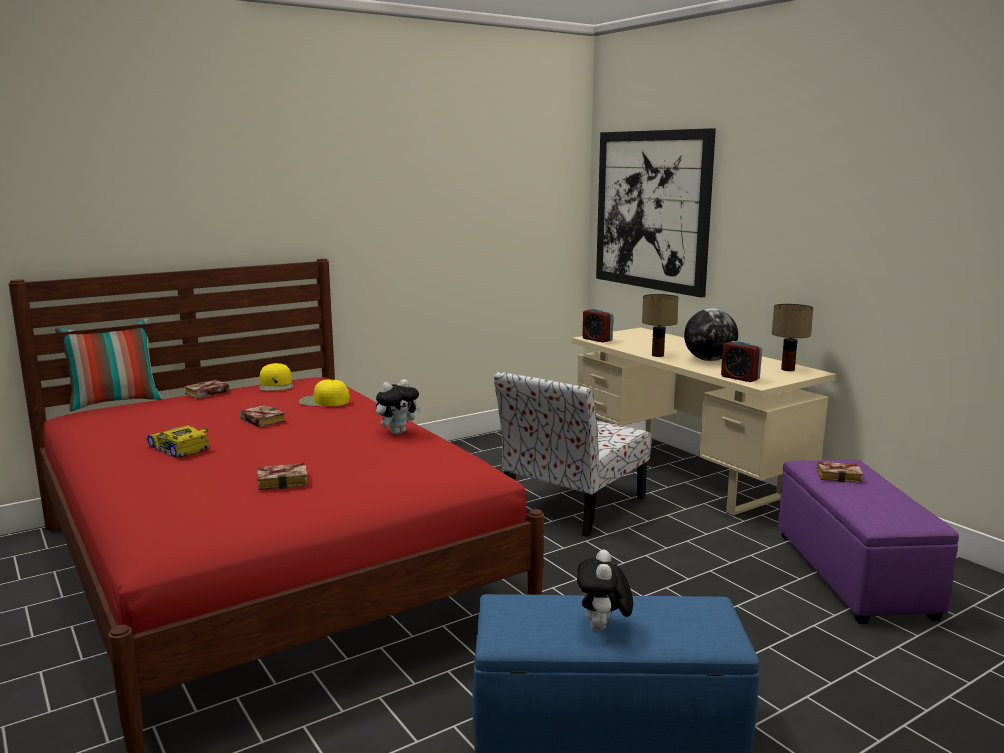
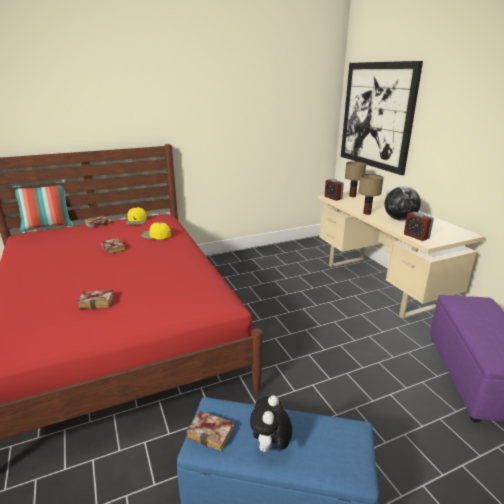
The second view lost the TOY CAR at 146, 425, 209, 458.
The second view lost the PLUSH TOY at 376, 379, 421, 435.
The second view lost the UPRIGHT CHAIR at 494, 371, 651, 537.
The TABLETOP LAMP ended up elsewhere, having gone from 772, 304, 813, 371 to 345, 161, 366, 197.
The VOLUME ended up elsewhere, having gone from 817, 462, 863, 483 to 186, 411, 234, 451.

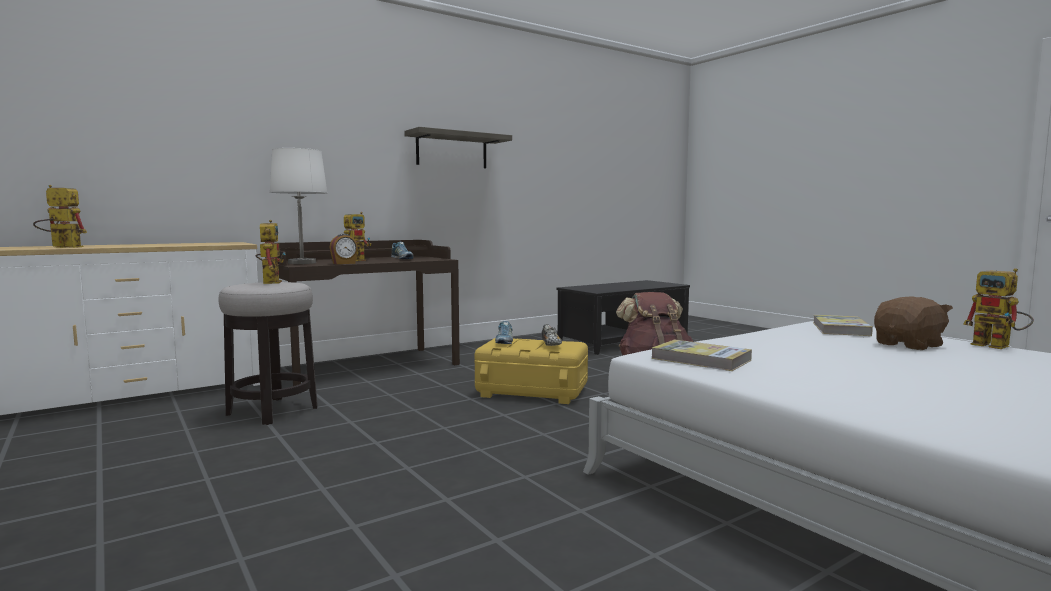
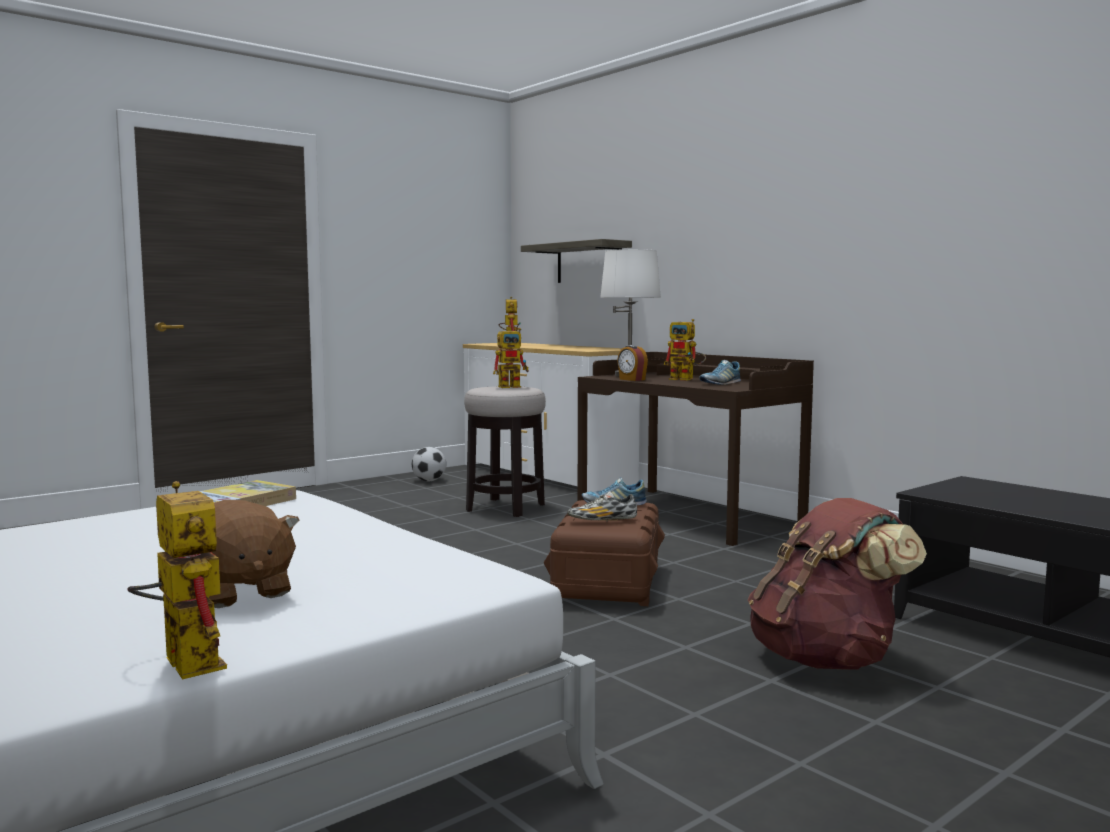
The BRACKET SHELF ended up elsewhere, having gone from 404, 127, 512, 168 to 521, 239, 632, 283.
What was the YELLOW STORAGE CONTAINER at 475, 338, 588, 404 turned into the BROWN-COLOURED STORAGE CONTAINER at 544, 500, 665, 606.
The second view lost the VOLUME at 813, 315, 873, 336.
The MODEL ROBOT at 964, 268, 1034, 349 ended up facing another way, 90 degrees clockwise from before.
The second view gained the FOOTBALL at 412, 447, 446, 481.

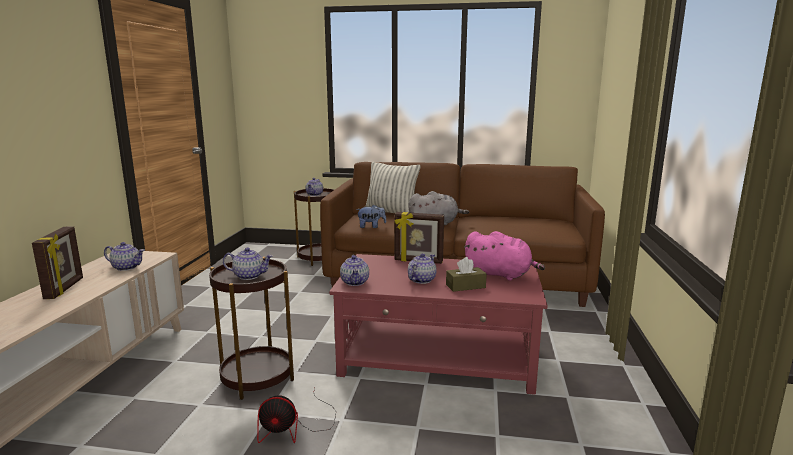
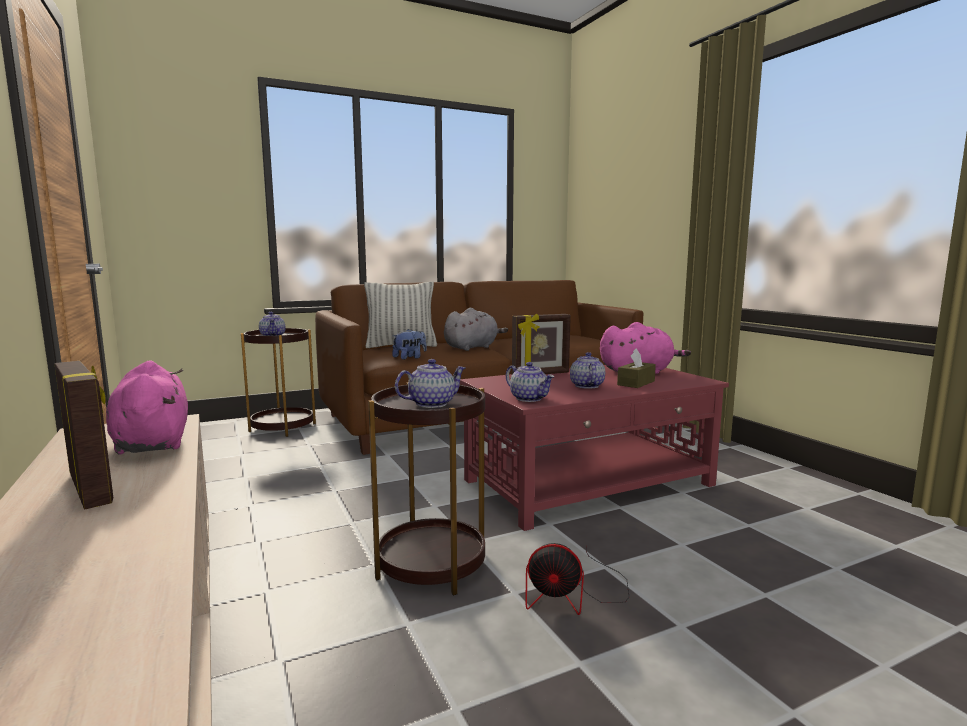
Where the TEA POT stood at 104, 242, 145, 271, the PINK PLUSH TOY came to stand at 106, 361, 188, 455.
The FAN at 257, 388, 336, 443 ended up facing another way, 45 degrees clockwise from before.

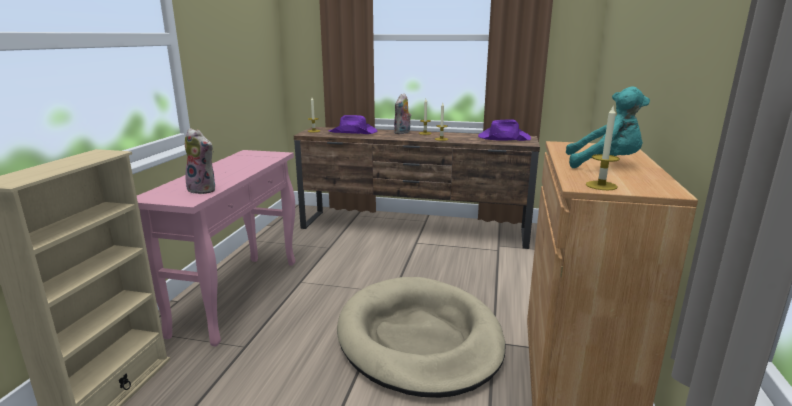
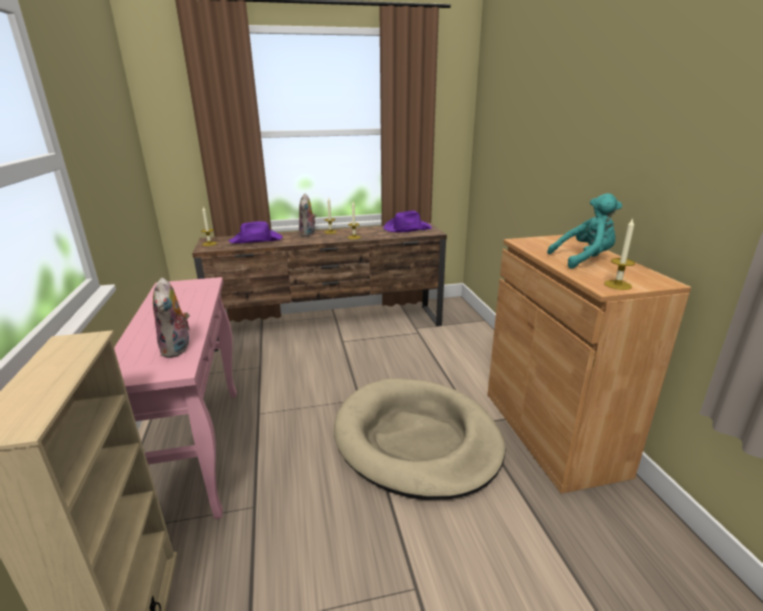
The PLUSH TOY at 185, 128, 215, 194 ended up facing another way, 75 degrees clockwise from before.

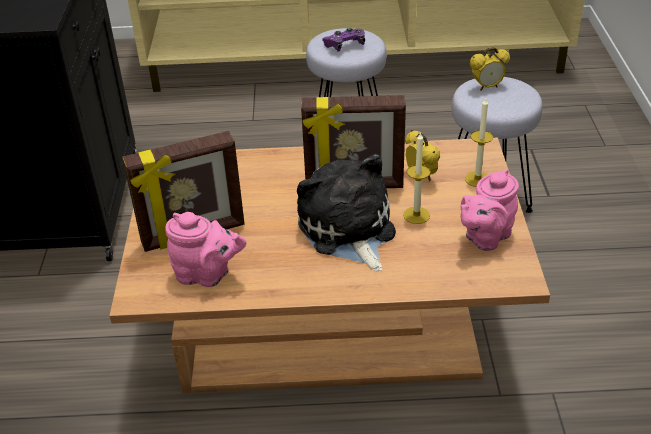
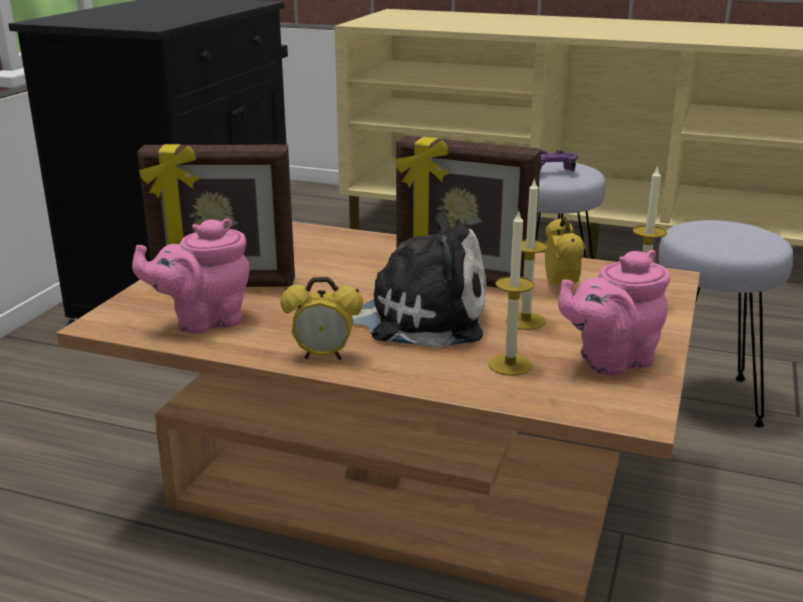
The PINK TEA POT at 165, 212, 246, 287 ended up facing another way, 120 degrees clockwise from before.
The PLUSH TOY at 297, 154, 396, 271 ended up facing another way, 90 degrees clockwise from before.
The TABLE CLOCK ended up elsewhere, having gone from 470, 47, 510, 91 to 280, 277, 363, 360.
The second view gained the CANDLE at 488, 212, 534, 376.

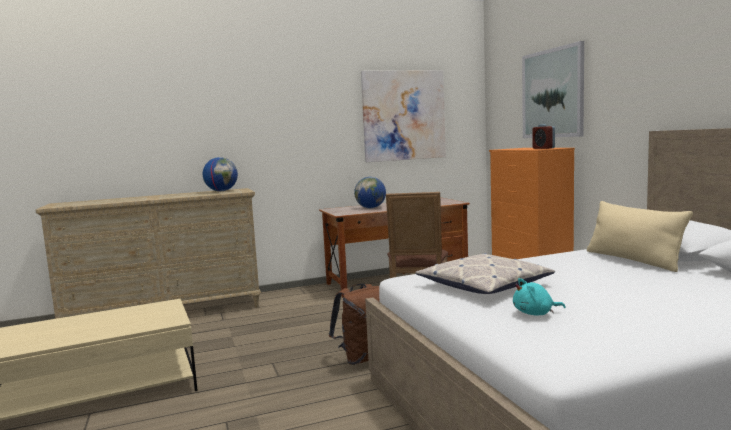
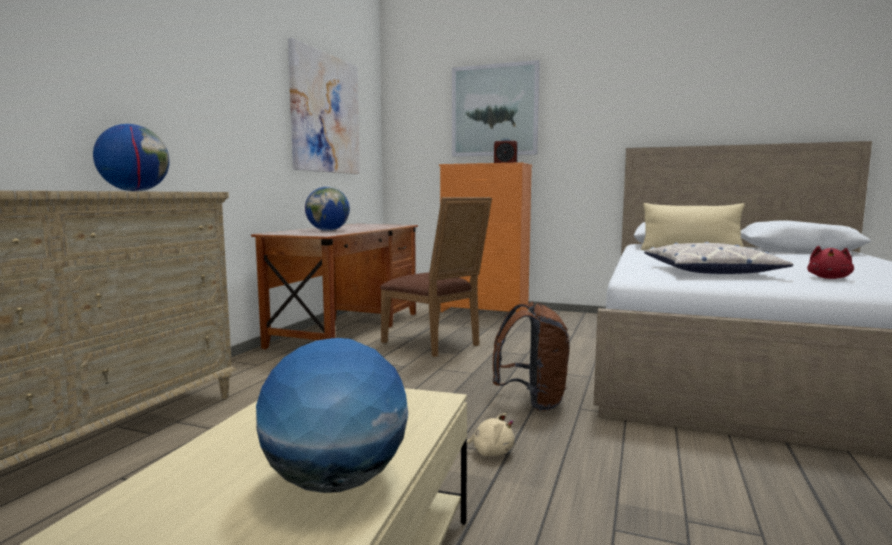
What was the TURQUOISE PLUSH TOY at 513, 278, 566, 316 turned into the REDDISH PLUSH TOY at 807, 246, 854, 279.
The second view gained the WORLD GLOBE at 256, 338, 408, 493.
The second view gained the BEIGE-COLOURED PLUSH TOY at 467, 413, 515, 456.

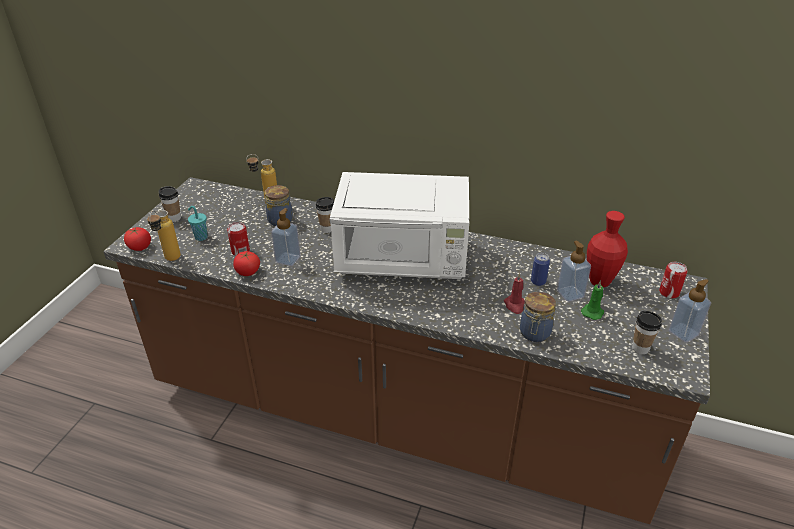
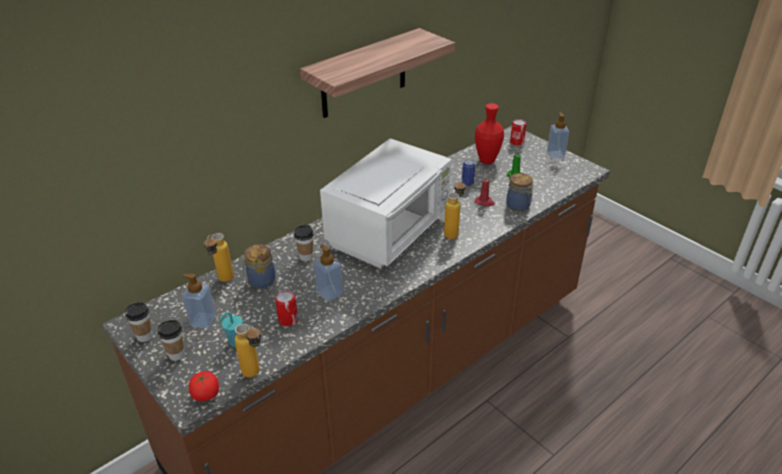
The second view lost the FRESH TOMATO at 233, 251, 260, 276.
The SOAP DISPENSER ended up elsewhere, having gone from 557, 241, 591, 302 to 183, 274, 216, 329.
The SMALL CUP ended up elsewhere, having gone from 632, 311, 662, 354 to 125, 302, 153, 342.
The second view gained the BRACKET SHELF at 300, 28, 455, 118.
The second view gained the BEVERAGE BOTTLE at 444, 179, 465, 239.

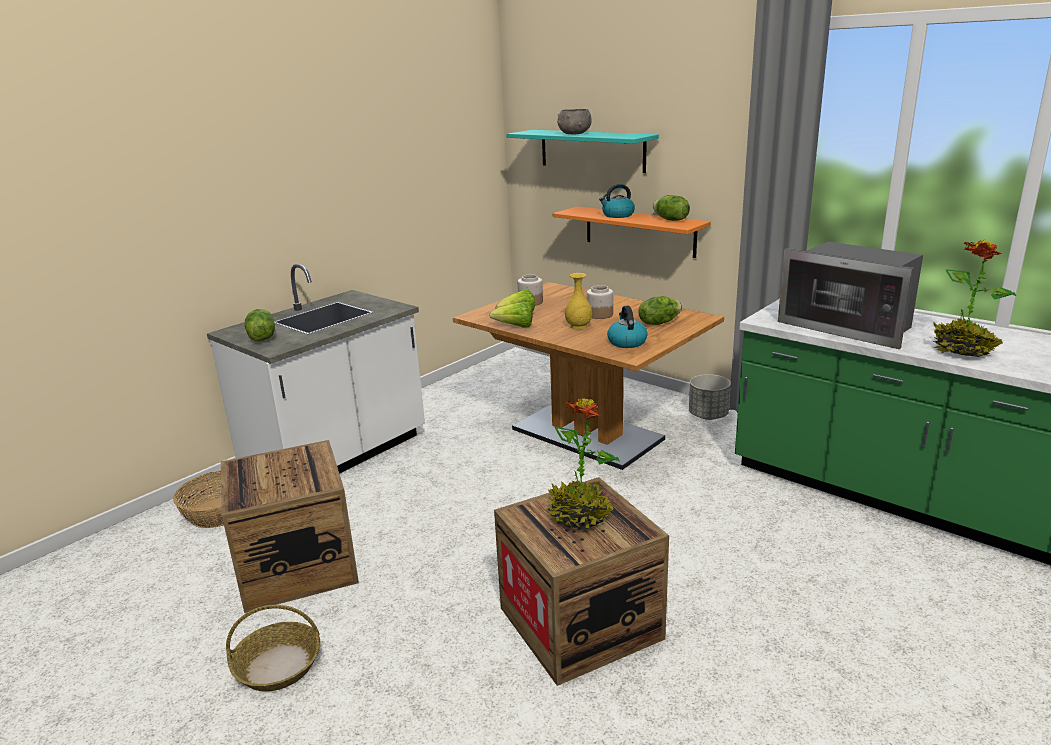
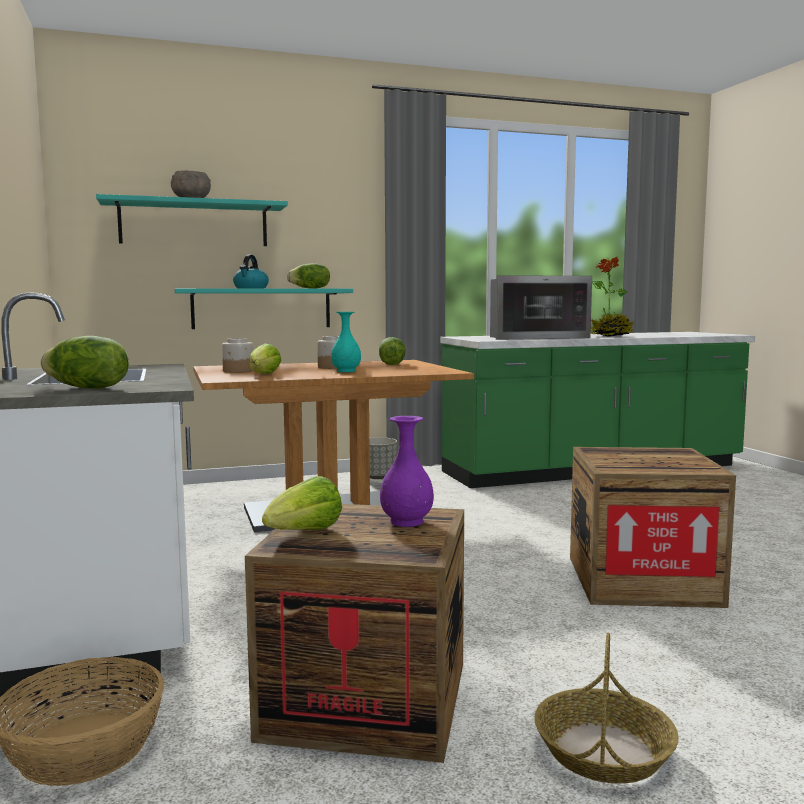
The LETTUCE HEAD ended up elsewhere, having gone from 489, 302, 532, 328 to 262, 476, 342, 530.
The second view lost the HOUSEPLANT at 548, 398, 620, 529.
What was the ORANGE-COLOURED BRACKET SHELF at 553, 206, 711, 258 turned into the TURQUOISE BRACKET SHELF at 174, 288, 353, 329.
What was the YELLOW FLOWER VASE at 565, 273, 592, 329 turned into the TURQUOISE FLOWER VASE at 331, 312, 361, 372.
The second view lost the TEA KETTLE at 607, 306, 648, 348.
The second view gained the PURPLE-COLOURED FLOWER VASE at 380, 416, 434, 527.

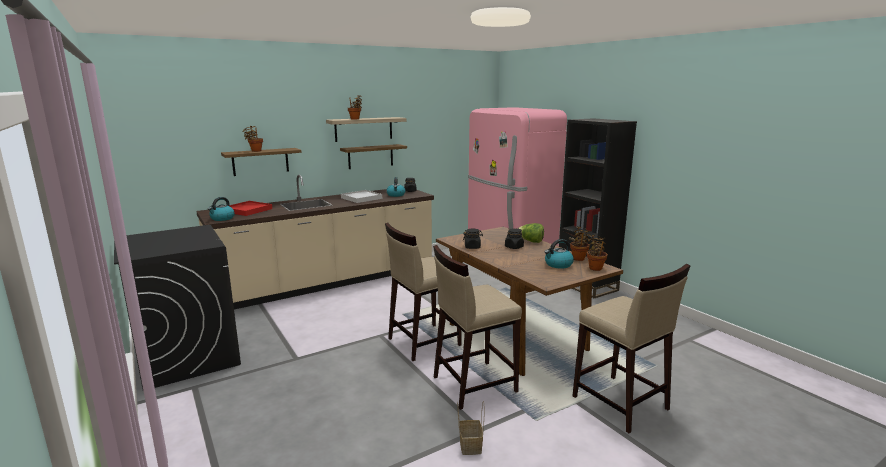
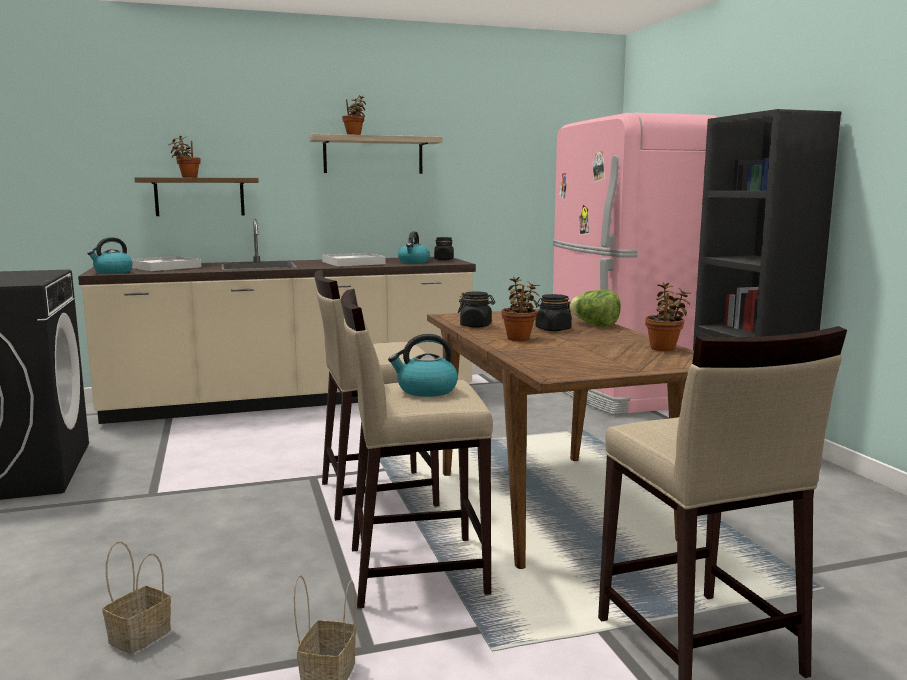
What was the REDDISH CARRYING TRAY at 229, 201, 272, 216 turned into the WHITE CARRYING TRAY at 132, 256, 201, 271.
The second view lost the BRACKET SHELF at 340, 144, 407, 169.
The TEA KETTLE ended up elsewhere, having gone from 545, 239, 574, 269 to 388, 334, 458, 397.
The HOUSEPLANT ended up elsewhere, having gone from 587, 234, 608, 271 to 502, 277, 540, 341.
The second view gained the STORAGE BASKET at 102, 541, 171, 654.

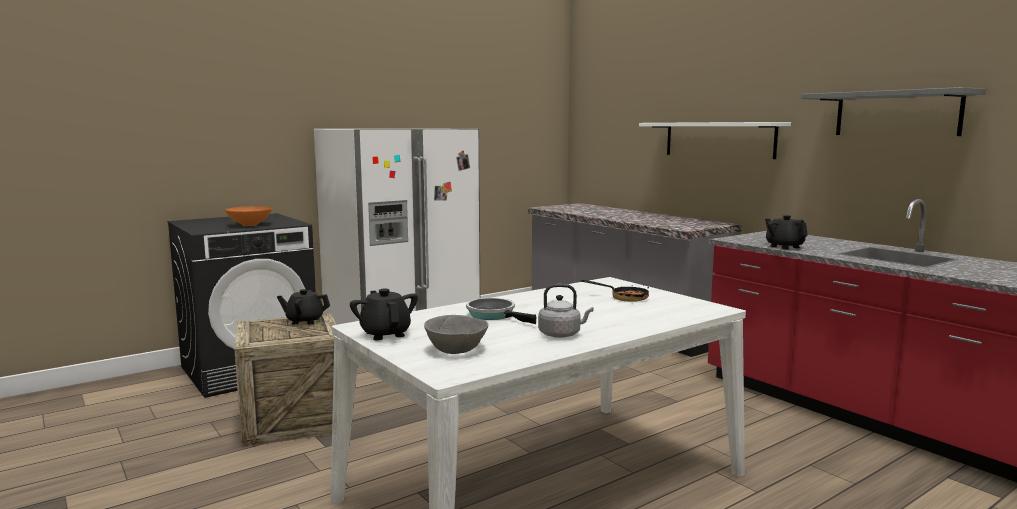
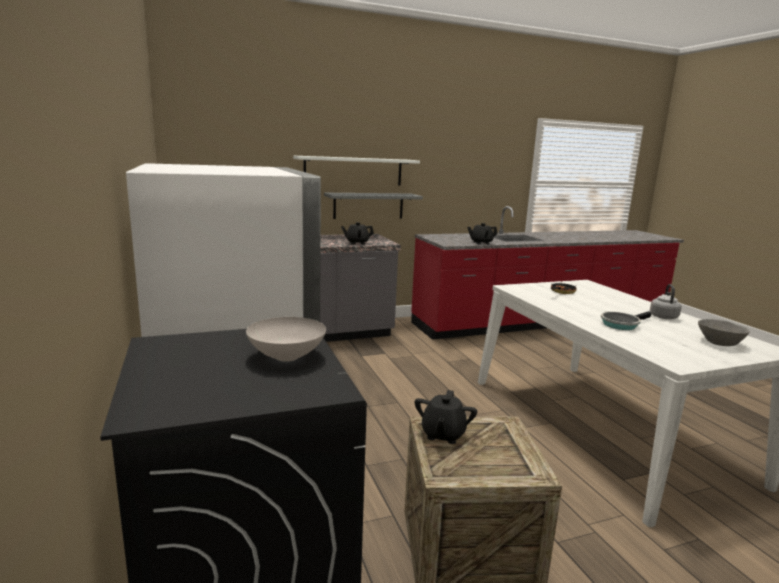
What was the ORANGE-COLOURED BOWL at 225, 206, 272, 226 turned into the WHITE BOWL at 246, 317, 326, 362.
The BLACKISH TEA POT ended up elsewhere, having gone from 350, 289, 418, 340 to 341, 222, 374, 244.
The GRAY BRACKET SHELF ended up elsewhere, having gone from 801, 87, 986, 136 to 324, 193, 423, 219.

